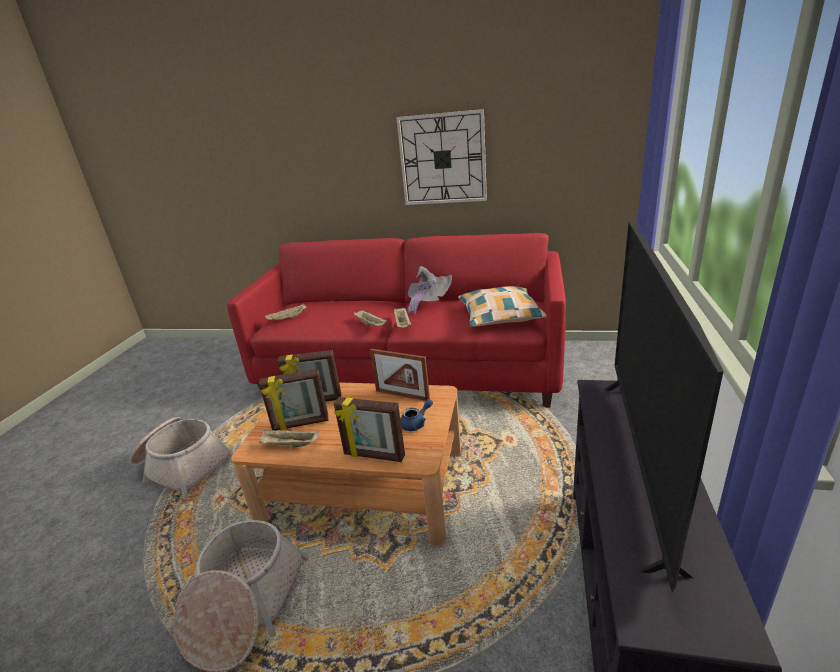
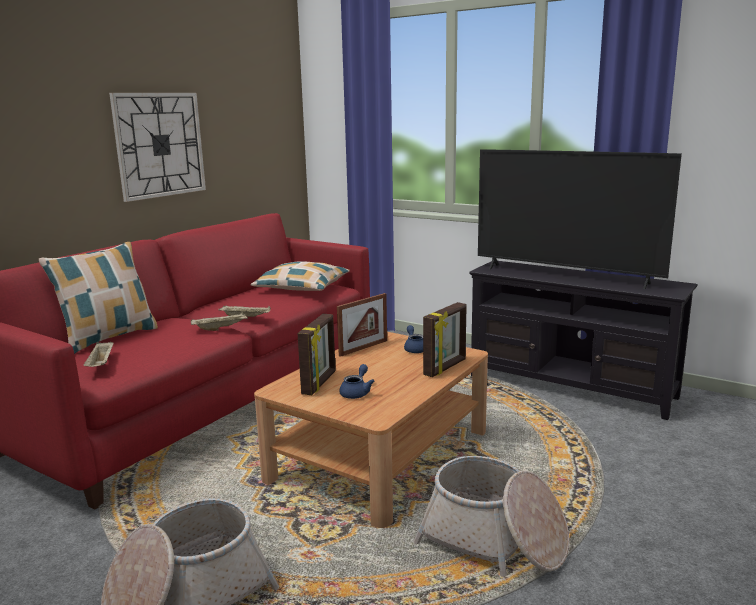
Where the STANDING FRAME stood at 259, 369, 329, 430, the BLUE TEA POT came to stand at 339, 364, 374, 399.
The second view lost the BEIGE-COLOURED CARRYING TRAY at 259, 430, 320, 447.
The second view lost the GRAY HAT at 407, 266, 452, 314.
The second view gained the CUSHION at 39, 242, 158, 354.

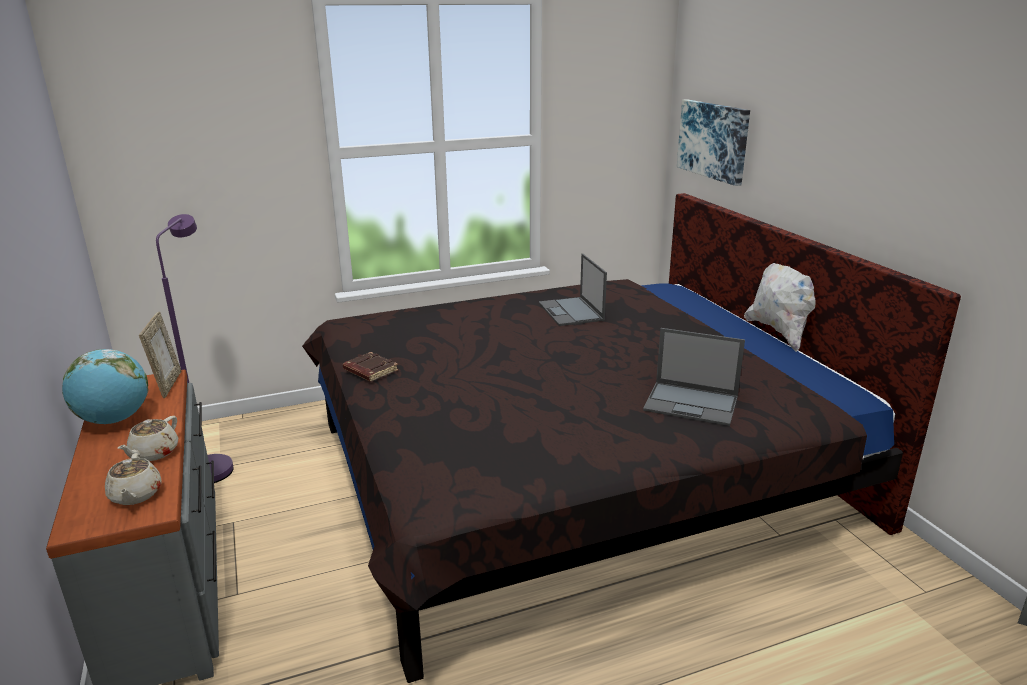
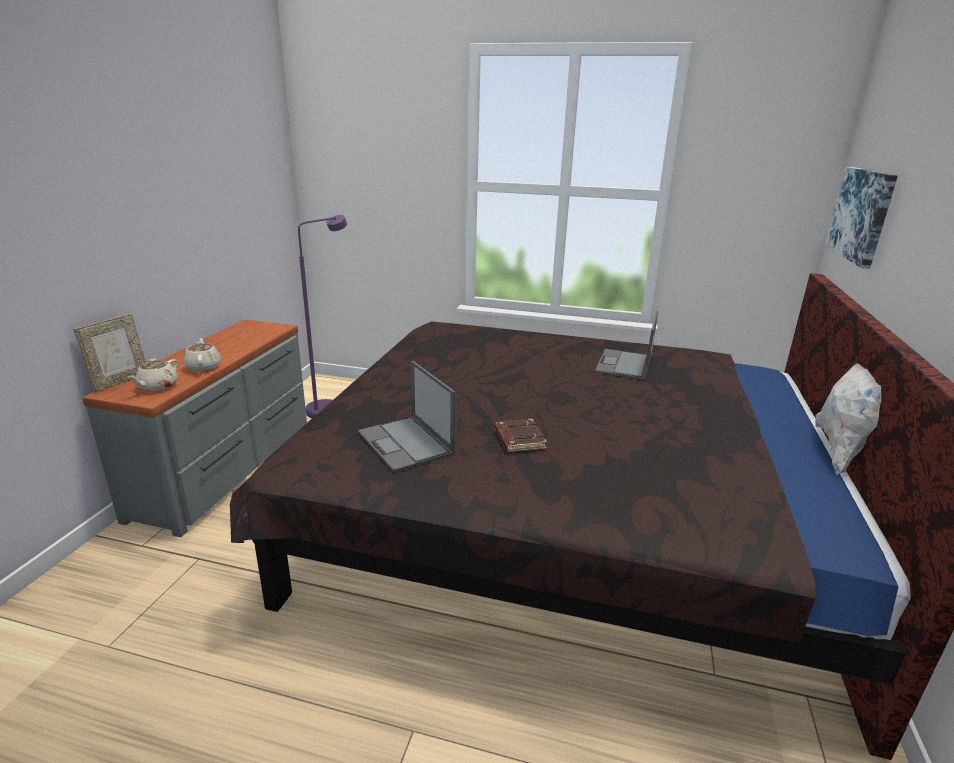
The second view lost the WORLD GLOBE at 62, 349, 149, 424.
The BEIGE-COLOURED TEA POT at 118, 416, 178, 461 ended up facing another way, 105 degrees clockwise from before.
The STANDING FRAME ended up elsewhere, having gone from 139, 311, 182, 398 to 74, 314, 146, 392.
The BROWN-COLOURED VOLUME ended up elsewhere, having gone from 343, 352, 398, 382 to 495, 419, 547, 452.
The PORTABLE COMPUTER ended up elsewhere, having gone from 643, 328, 745, 426 to 358, 361, 455, 472.

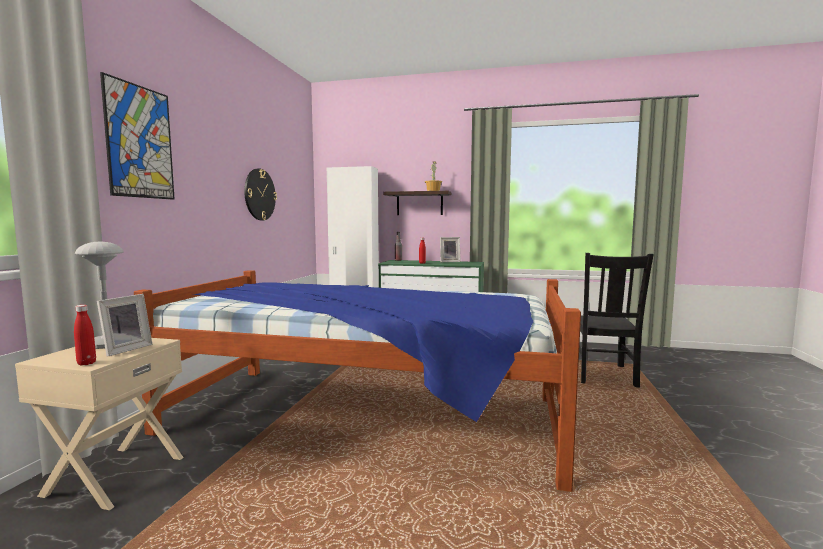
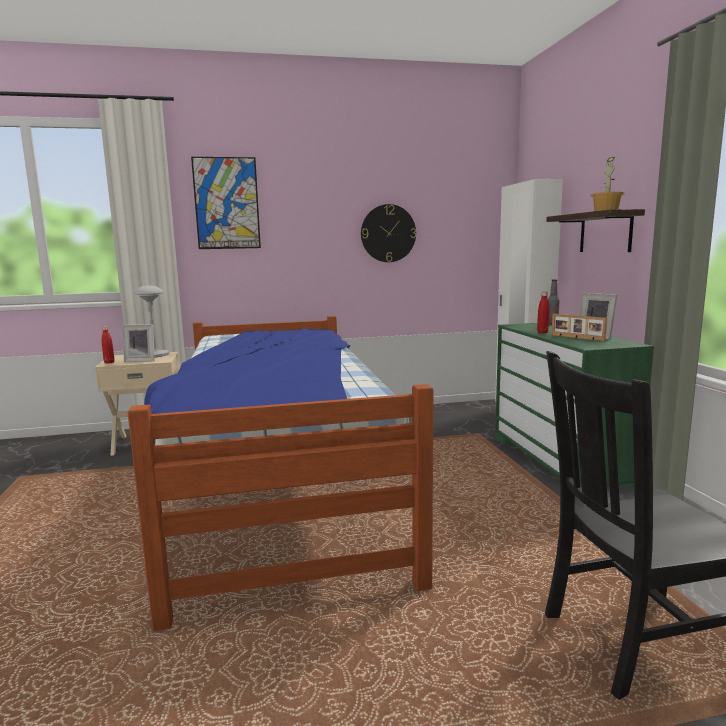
The second view gained the STANDING FRAME at 551, 314, 607, 341.

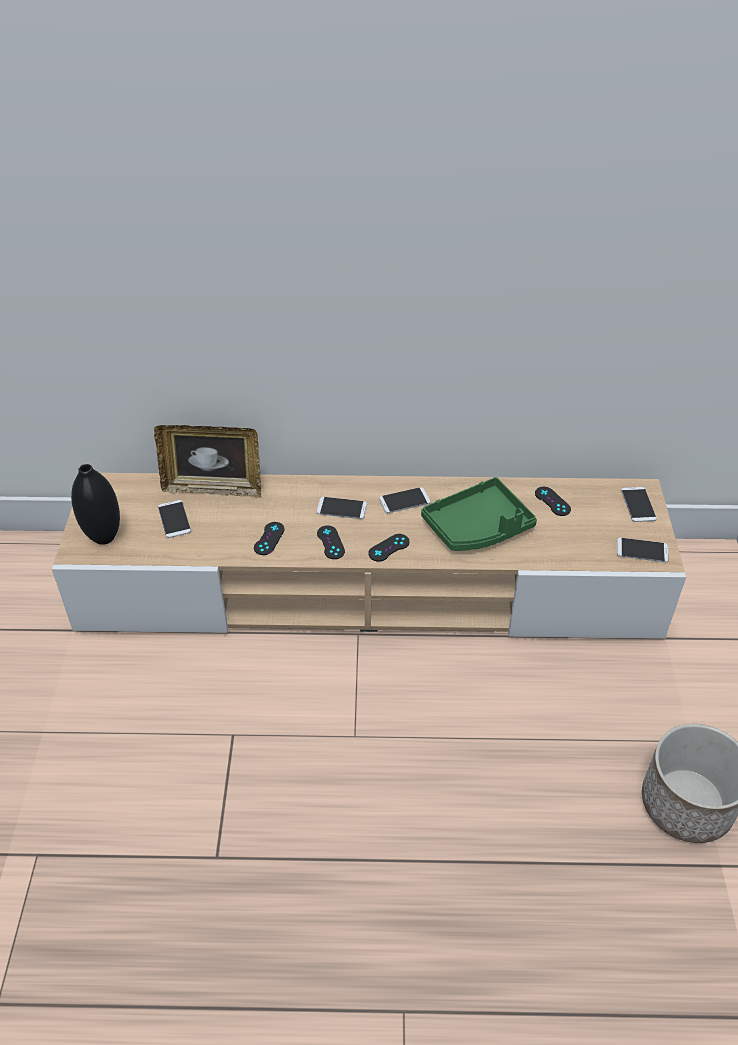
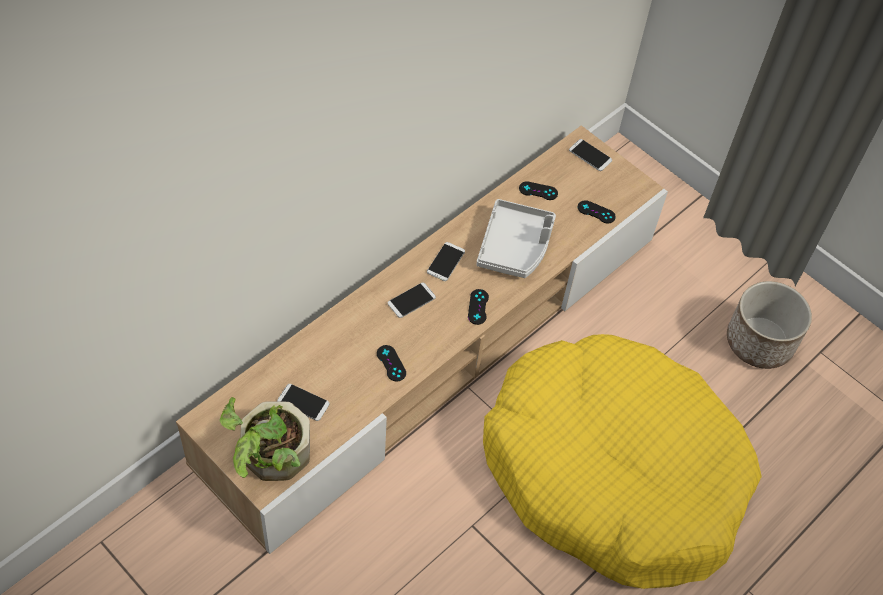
Where the BLACKISH FLOWER VASE stood at 71, 464, 120, 545, the HOUSEPLANT came to stand at 220, 397, 310, 481.
The second view lost the STANDING FRAME at 154, 425, 261, 498.
The BLACKISH JOYPAD ended up elsewhere, having gone from 317, 526, 345, 559 to 578, 200, 616, 223.
What was the GREEN CARRYING TRAY at 421, 477, 537, 551 turned into the GRAY CARRYING TRAY at 477, 199, 556, 278.
The second view lost the PHONE at 617, 538, 669, 563.
The second view gained the YELLOW DOG BED at 483, 334, 762, 589.

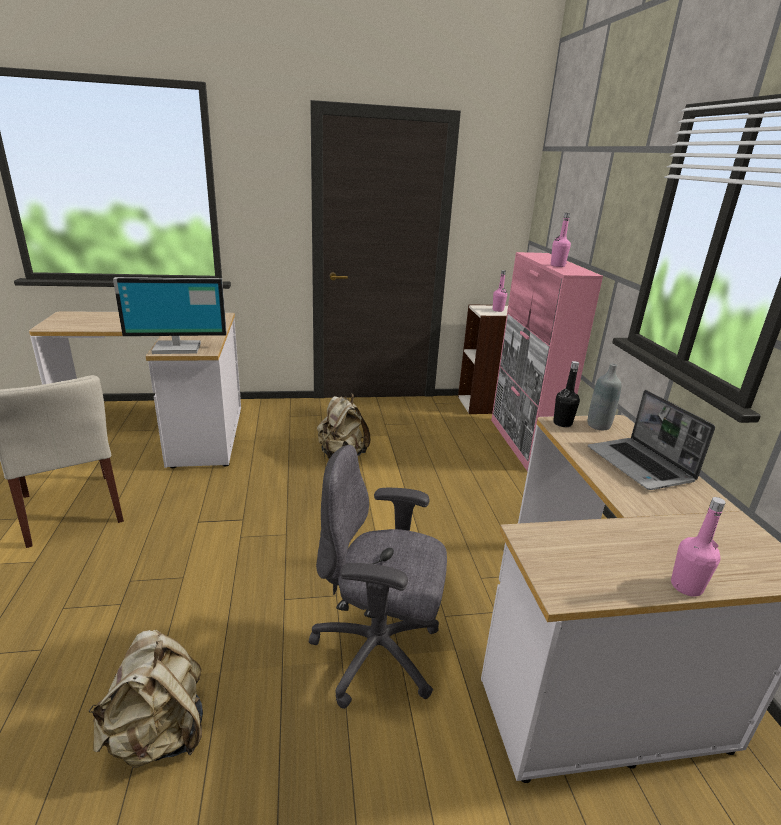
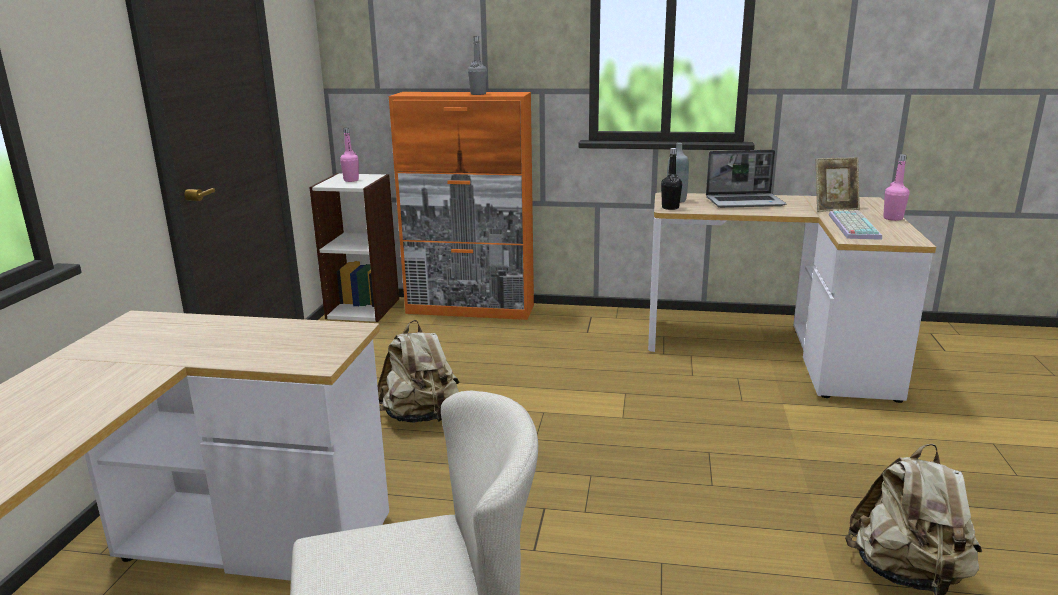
The second view lost the COMPUTER SCREEN at 113, 277, 227, 354.
The second view lost the GRAY COMPUTER CHAIR at 309, 445, 447, 709.
What was the PINK CUPBOARD at 491, 252, 603, 471 turned into the ORANGE-COLOURED CUPBOARD at 389, 92, 534, 320.
What was the PINK BEVERAGE BOTTLE at 551, 213, 571, 267 turned into the GRAY BEVERAGE BOTTLE at 468, 36, 487, 95.
The second view gained the STANDING FRAME at 816, 157, 860, 212.
The second view gained the PC KEYBOARD at 829, 210, 882, 240.

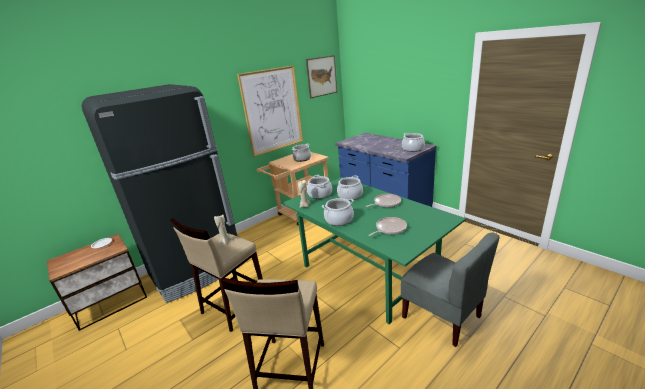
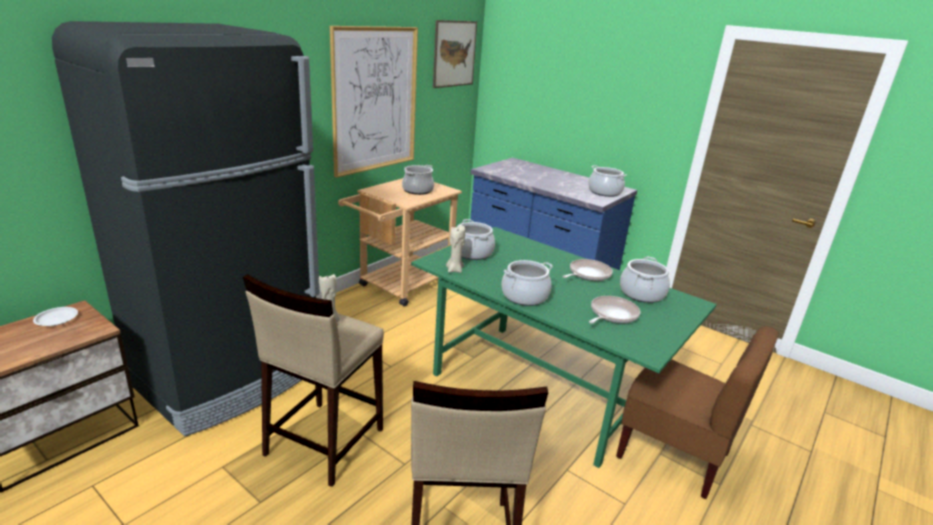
The SAUCEPOT ended up elsewhere, having gone from 337, 175, 363, 200 to 620, 257, 670, 303.
What was the GRAY UPRIGHT CHAIR at 401, 232, 500, 347 turned into the BROWN-COLOURED UPRIGHT CHAIR at 616, 326, 779, 499.

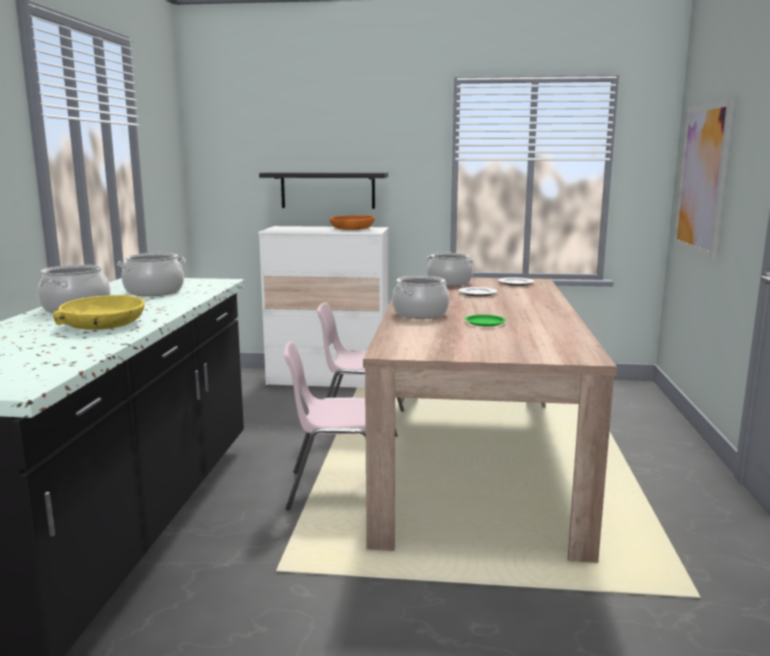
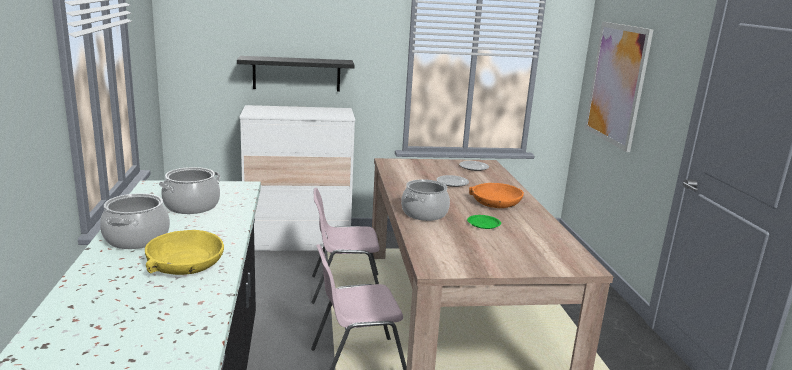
The ORANGE-COLOURED BOWL ended up elsewhere, having gone from 330, 215, 375, 230 to 469, 183, 524, 208.
The second view lost the SAUCEPOT at 426, 253, 474, 286.

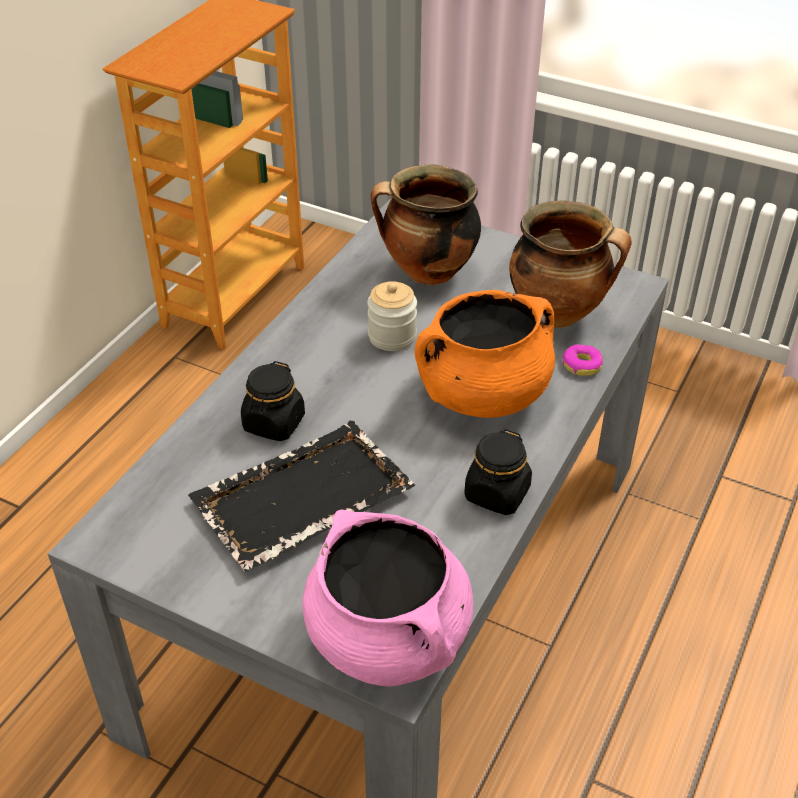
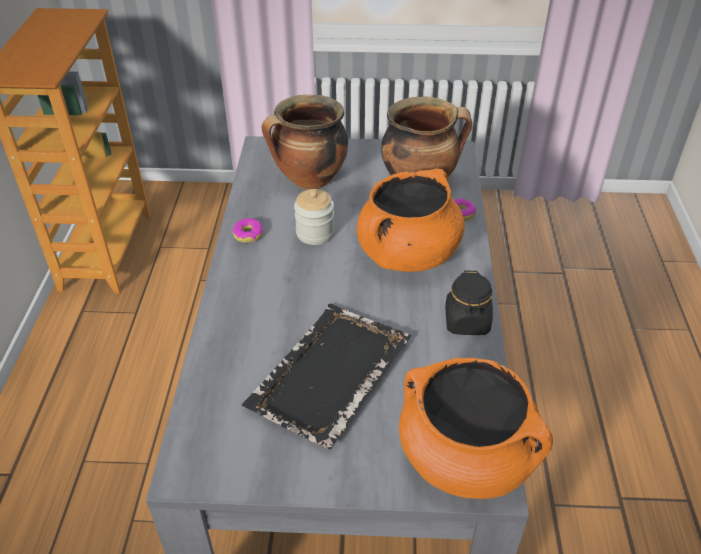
The second view lost the BLACKISH PRESERVE JAR at 241, 361, 305, 441.
What was the PINK SAUCEPOT at 303, 510, 473, 686 turned into the ORANGE-COLOURED SAUCEPOT at 399, 358, 553, 499.
The second view gained the DOUGHNUT at 233, 218, 263, 243.

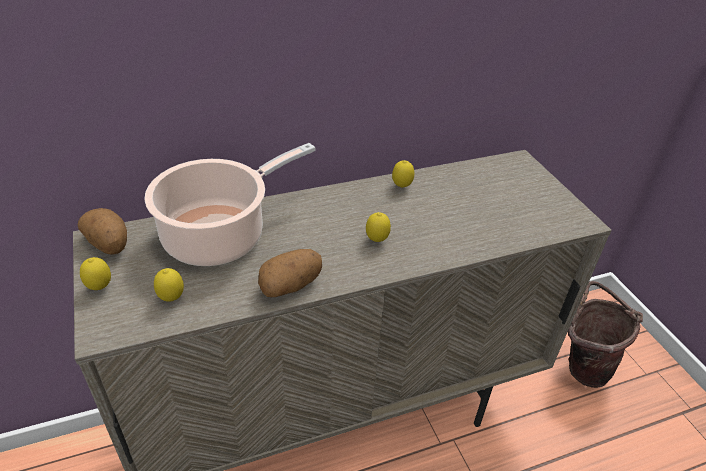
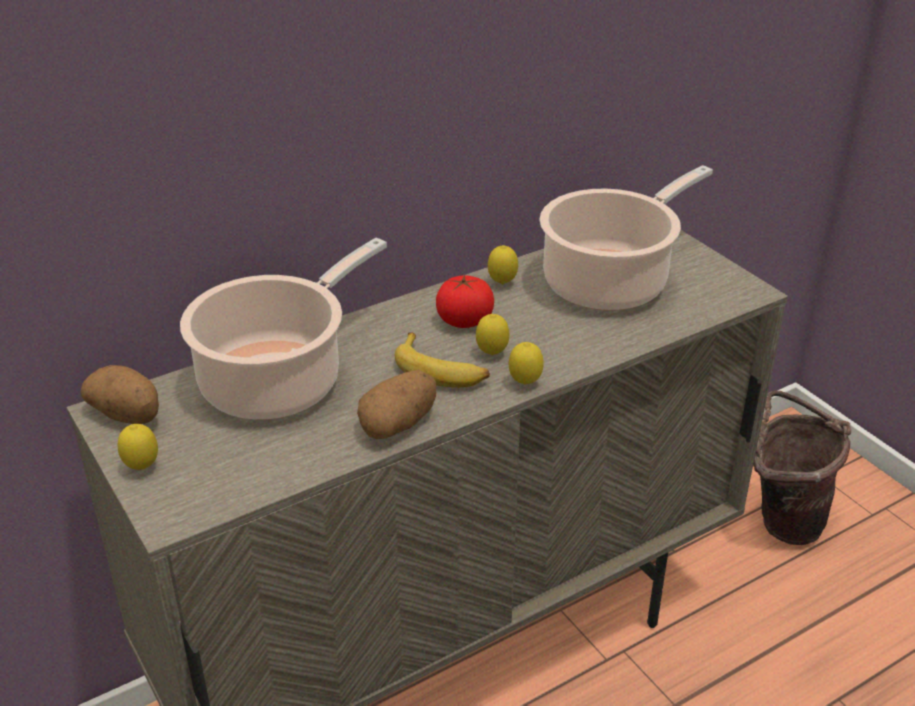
The WHOLE LEMON ended up elsewhere, having gone from 154, 268, 184, 302 to 509, 342, 544, 384.
The second view gained the BANANA at 395, 332, 490, 388.
The second view gained the FRESH TOMATO at 436, 274, 494, 328.
The second view gained the SAUCEPOT at 539, 165, 713, 311.

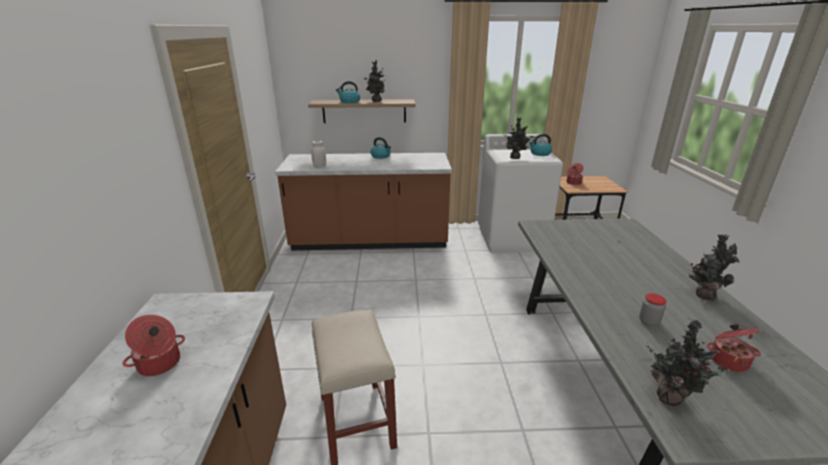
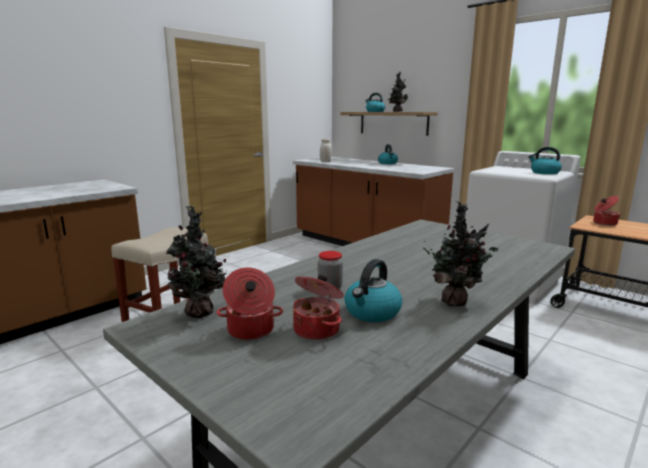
The SAUCEPOT ended up elsewhere, having gone from 123, 315, 185, 376 to 217, 267, 283, 340.
The second view lost the HOUSEPLANT at 503, 116, 534, 159.
The second view gained the TEA KETTLE at 344, 259, 402, 322.

